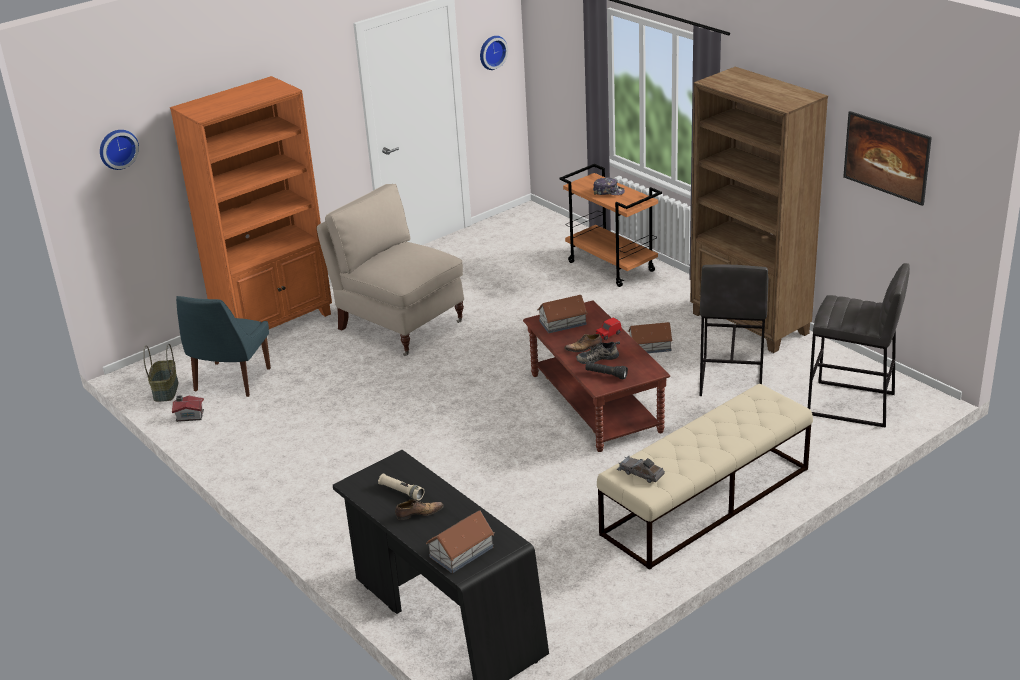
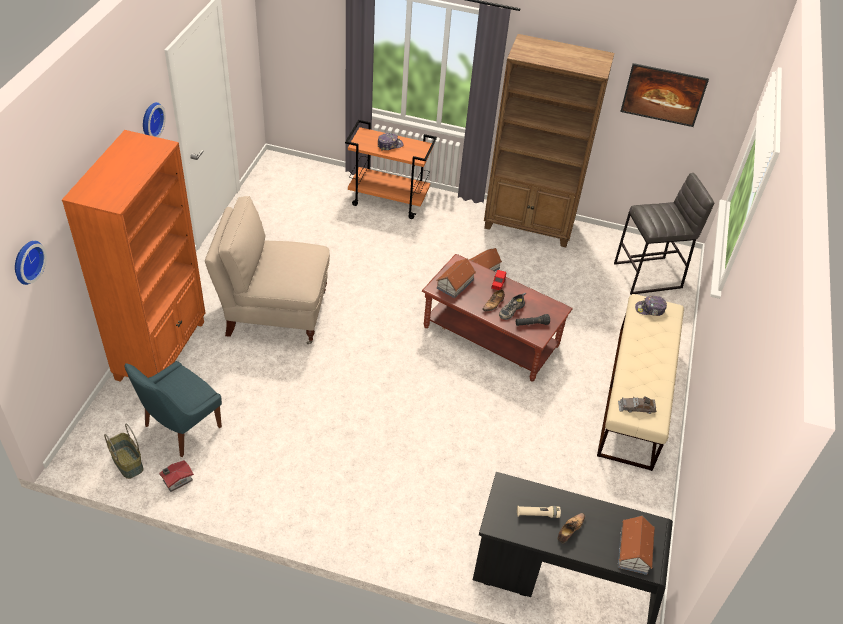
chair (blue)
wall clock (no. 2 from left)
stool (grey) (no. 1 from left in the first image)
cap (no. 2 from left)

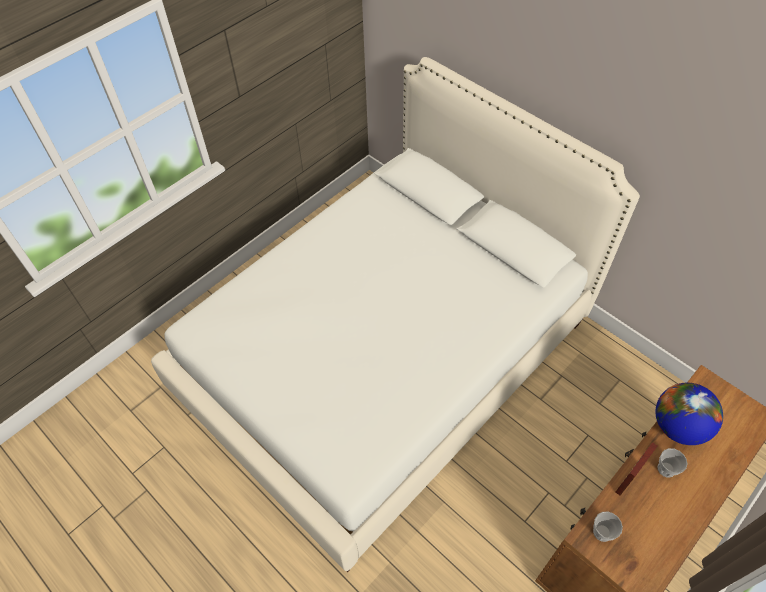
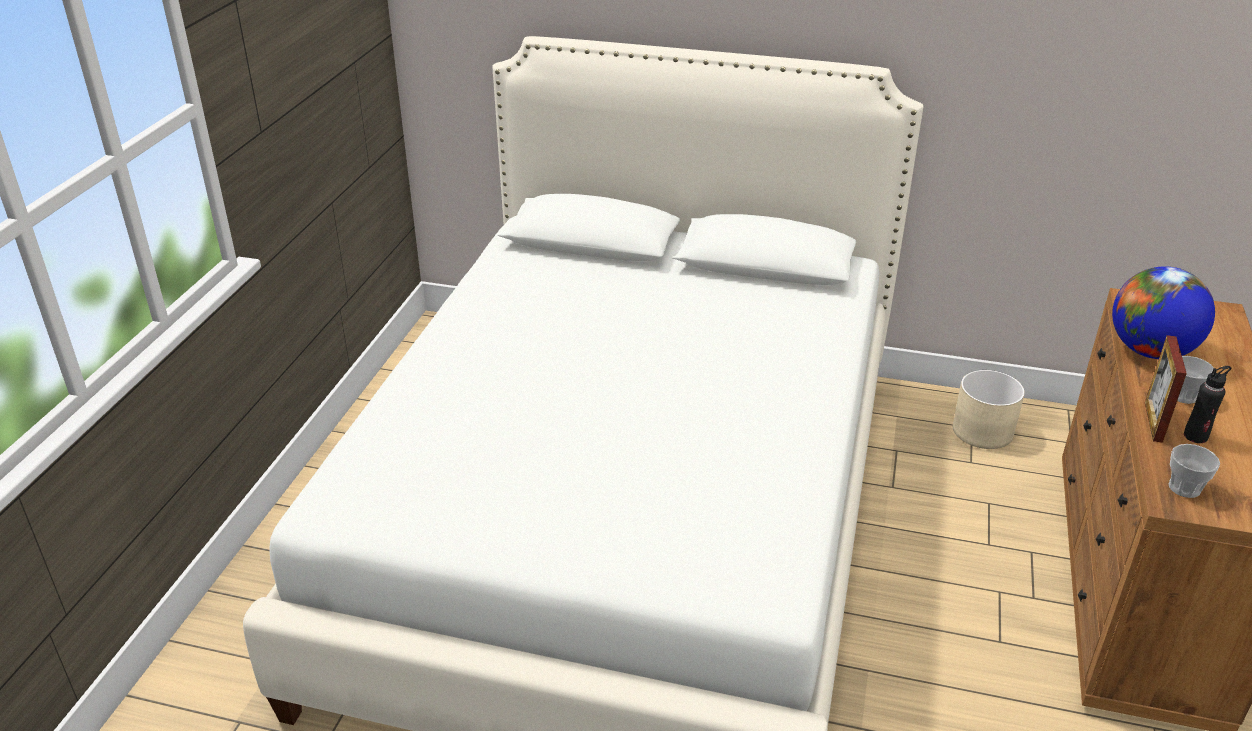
planter (beige)
bottle (black)

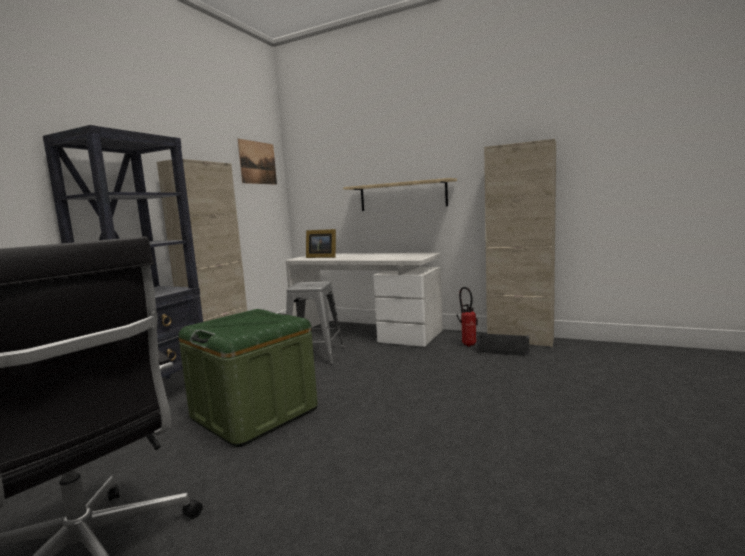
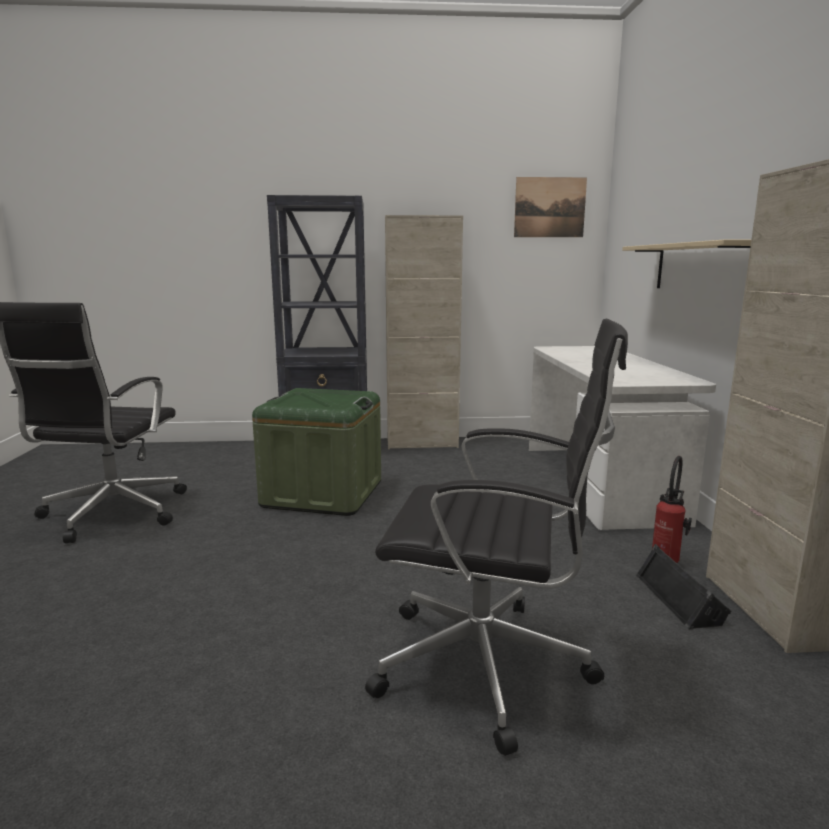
stool (grey)
picture frame
office chair (black) (no. 2 from left)

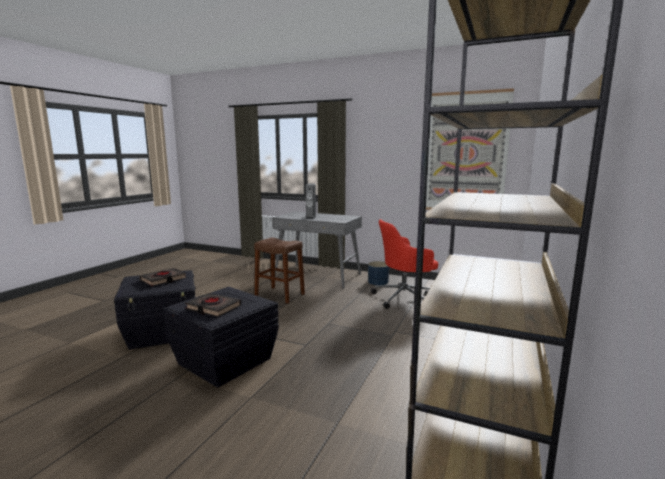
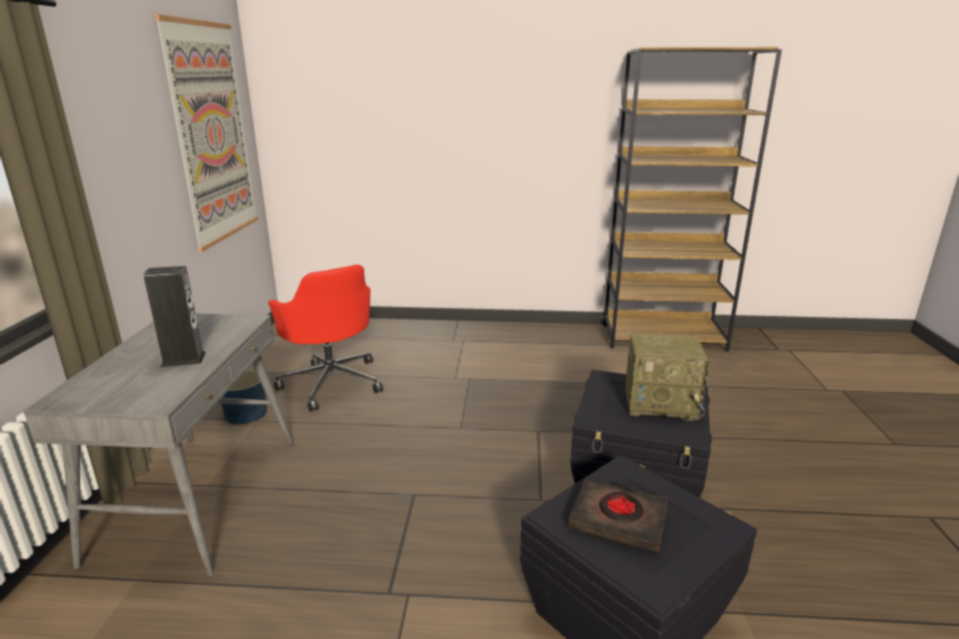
radio
stool (brown)

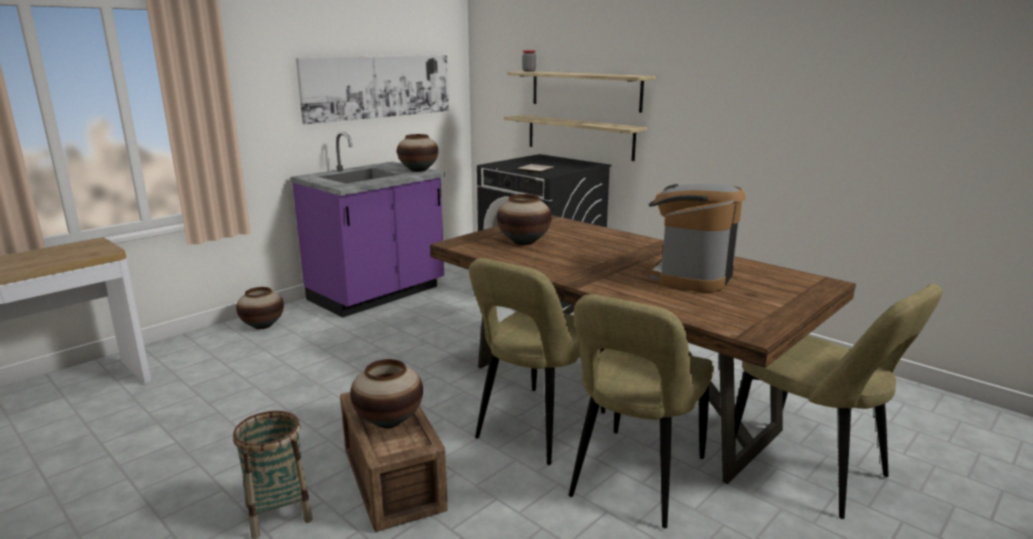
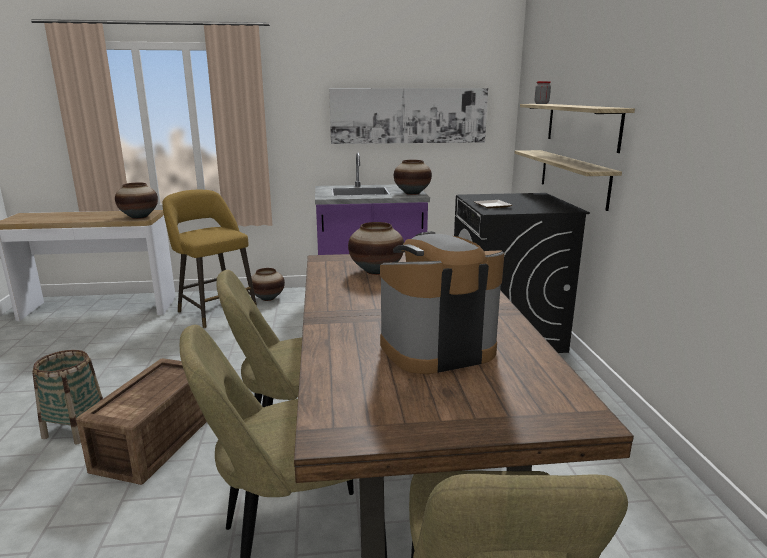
vase (no. 1 from left)
stool (yellow)

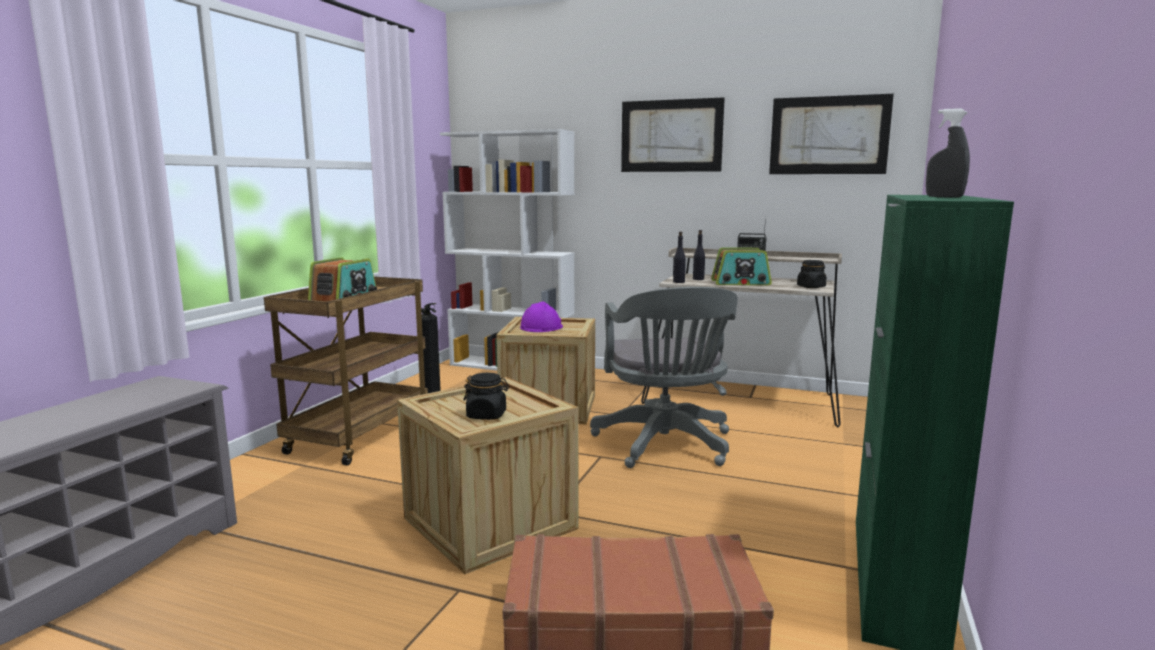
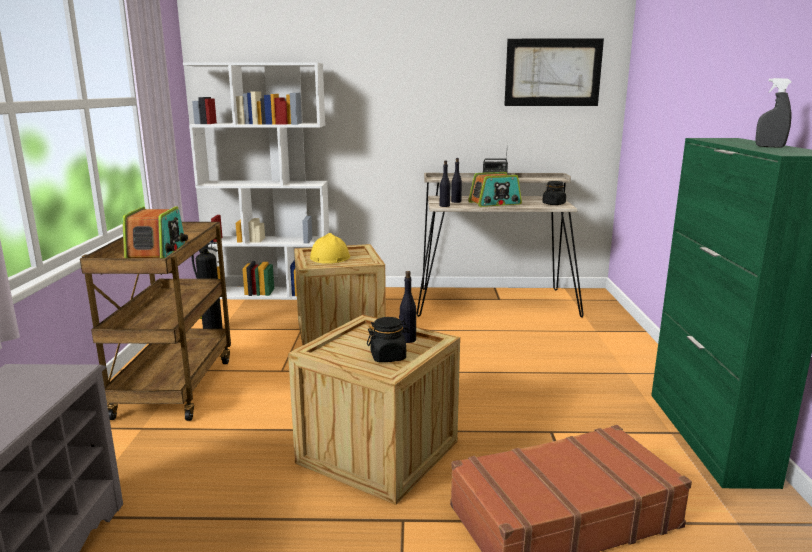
hard hat (yellow)
office chair (grey)
picture (no. 1 from left in the first image)
bottle (black) (no. 1 from left)

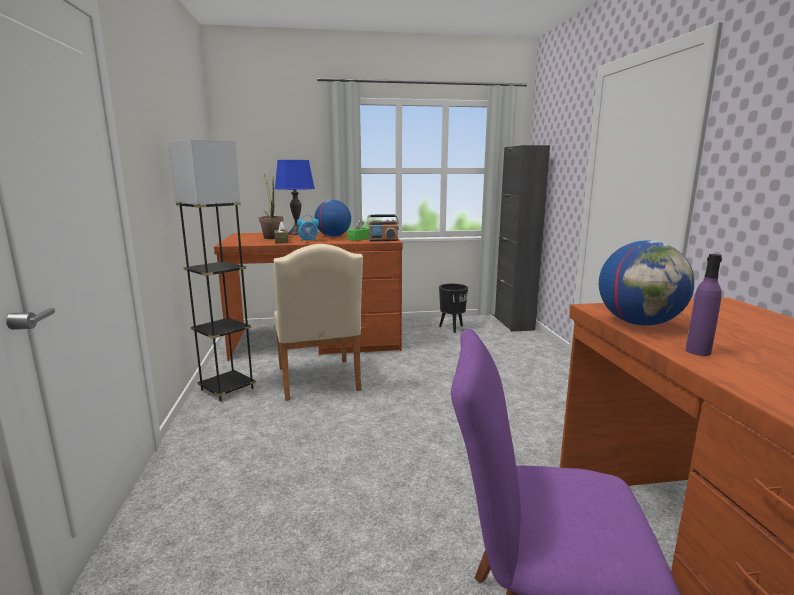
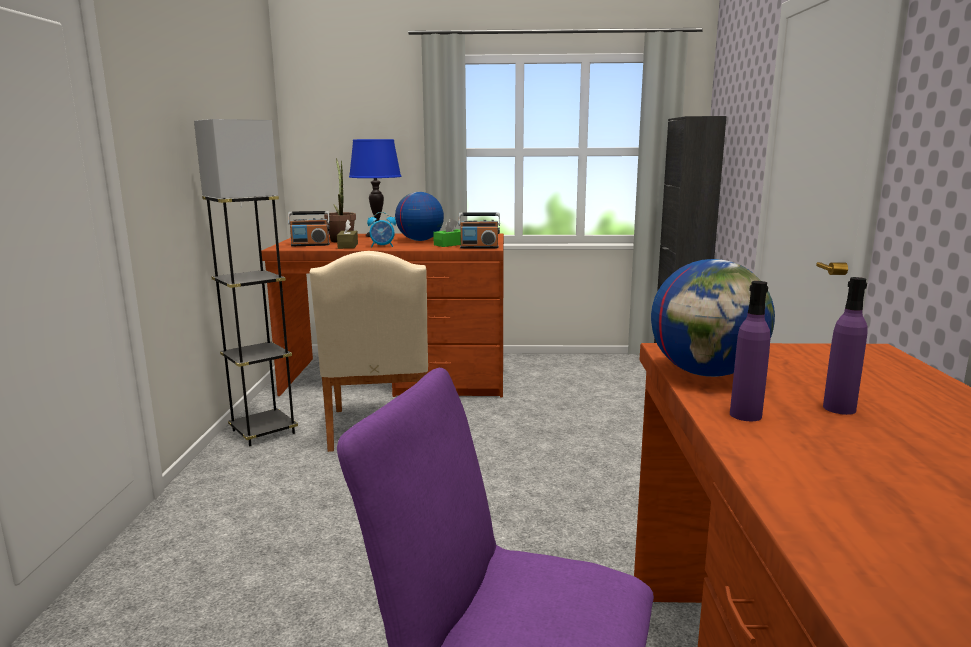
planter (black)
radio (no. 1 from left)
bottle (purple) (no. 2 from left)

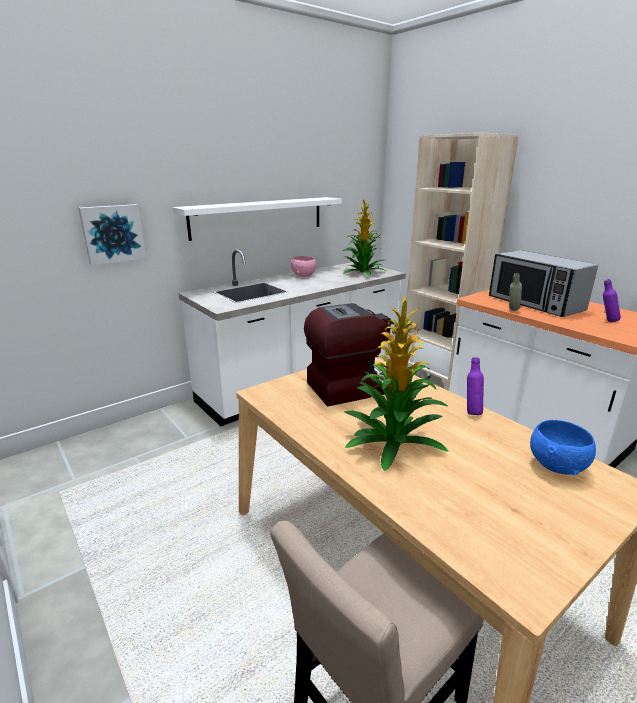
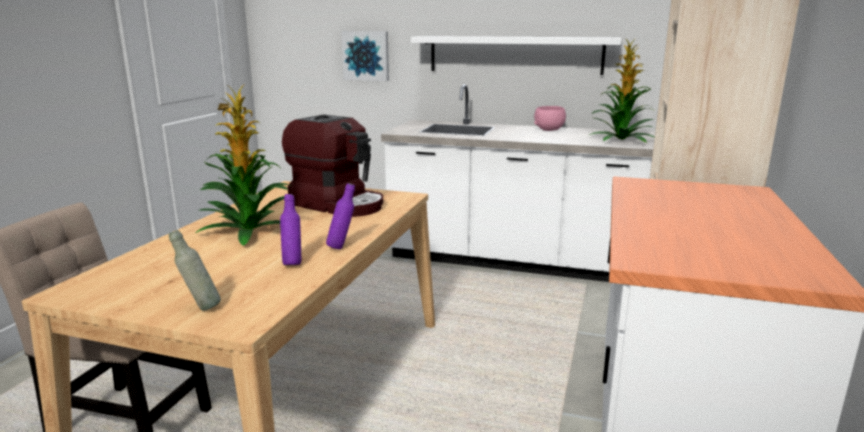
microwave
bottle (grey)
bowl (blue)
bottle (purple) (no. 1 from left)

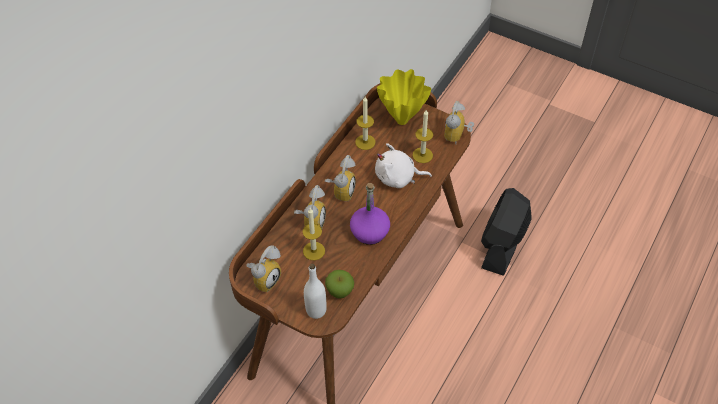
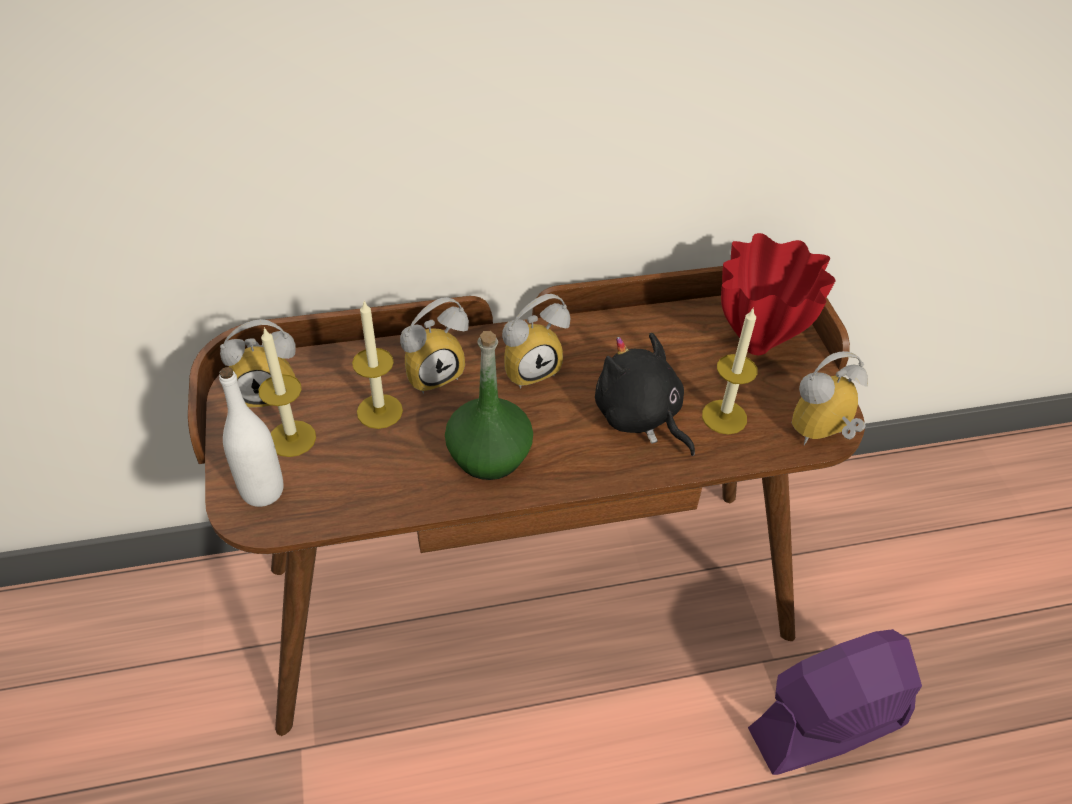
apple
bottle (green)
candle (no. 1 from left)
plush toy (black)
vase (red)
fan (purple)

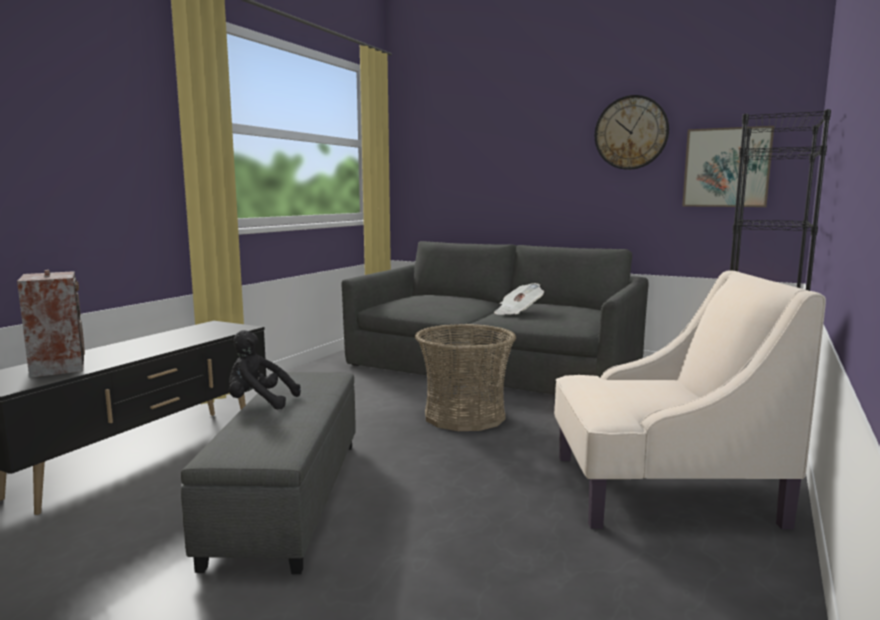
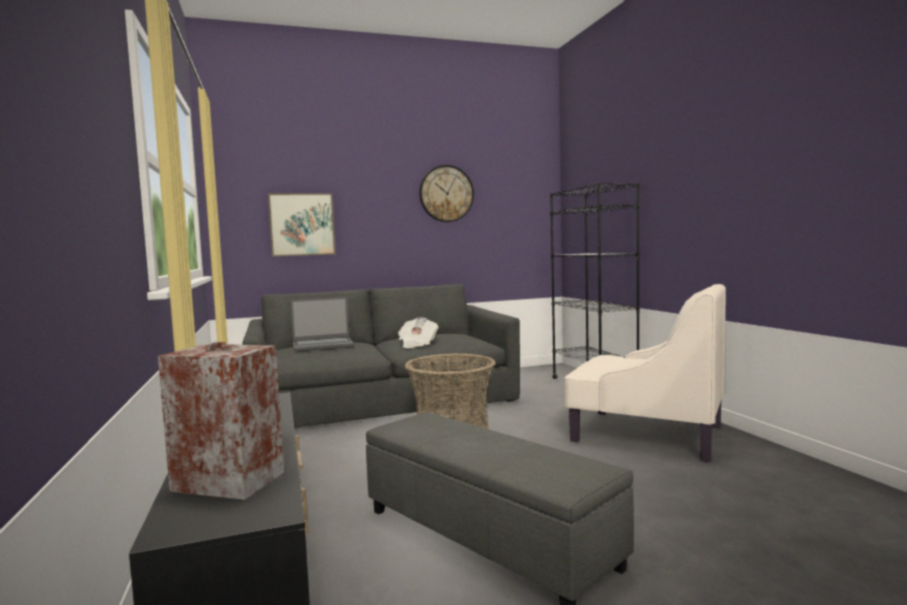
plush toy (black)
armchair (beige)
picture
laptop

